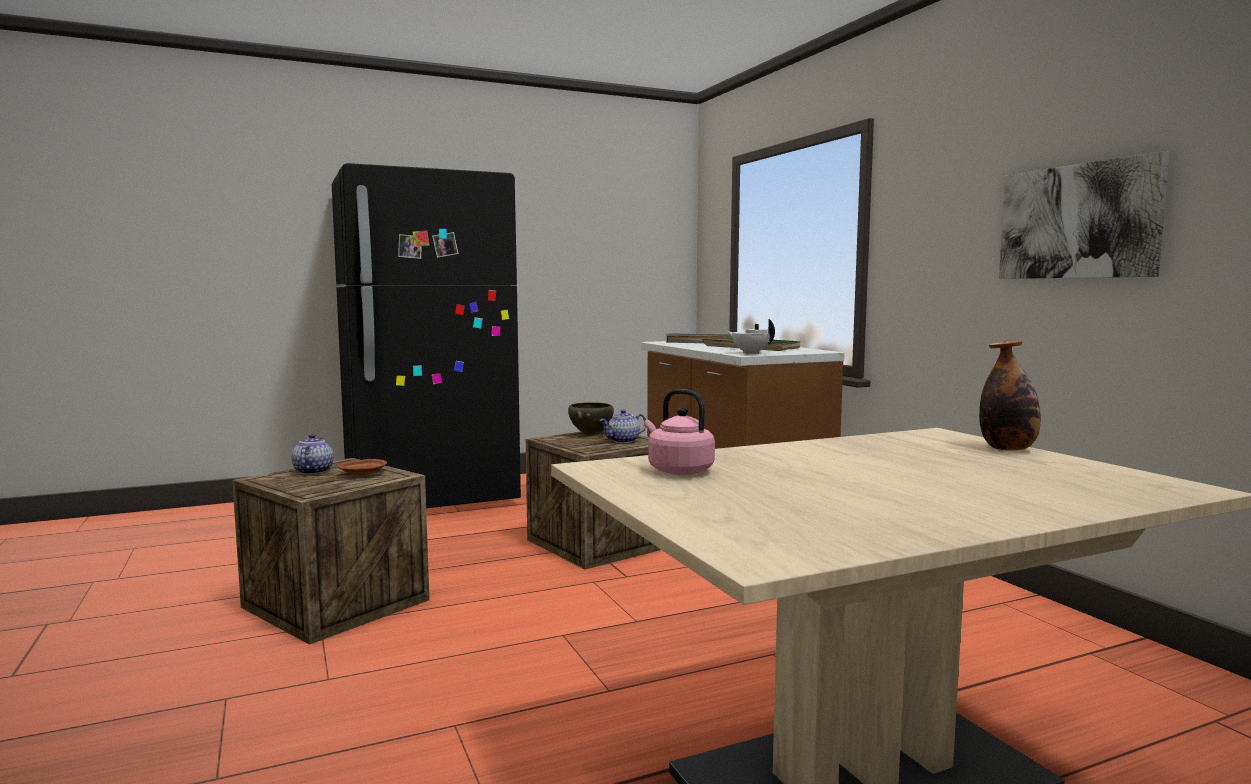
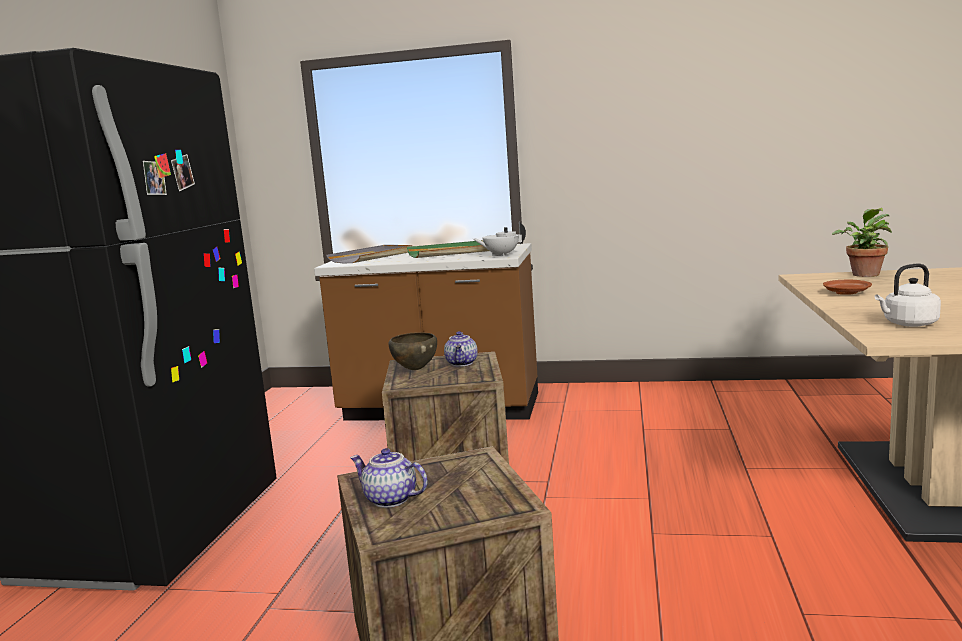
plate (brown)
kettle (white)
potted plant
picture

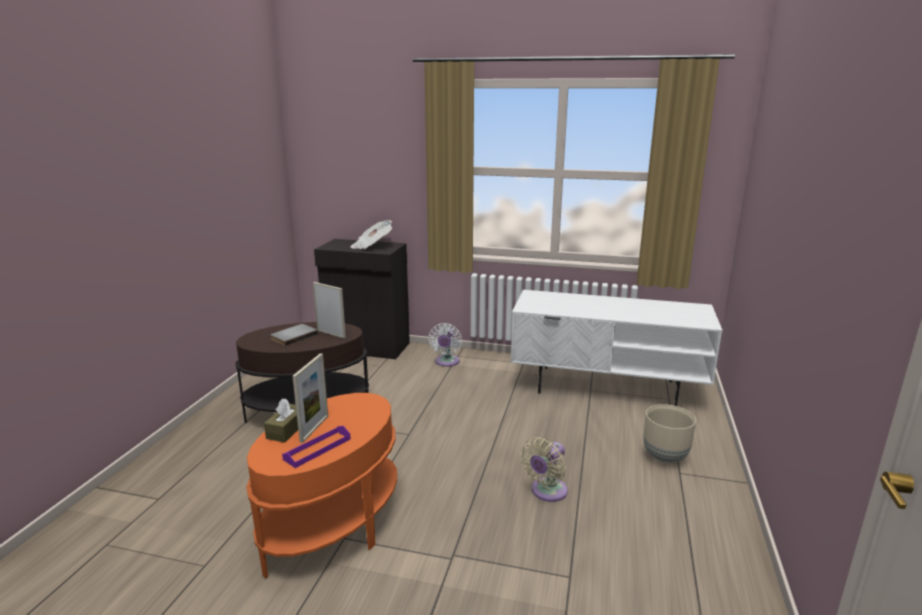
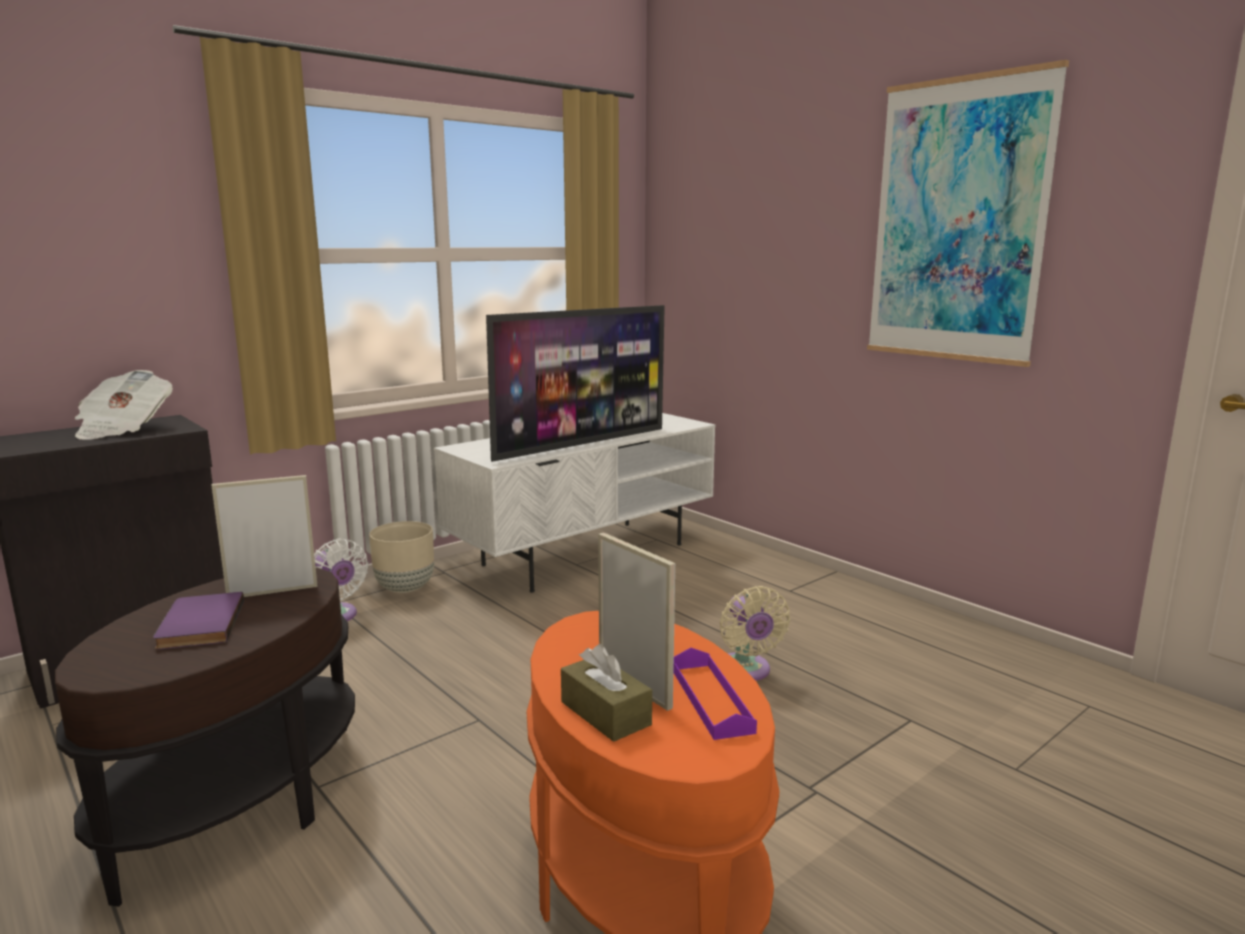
book (purple)
planter (beige)
television
picture

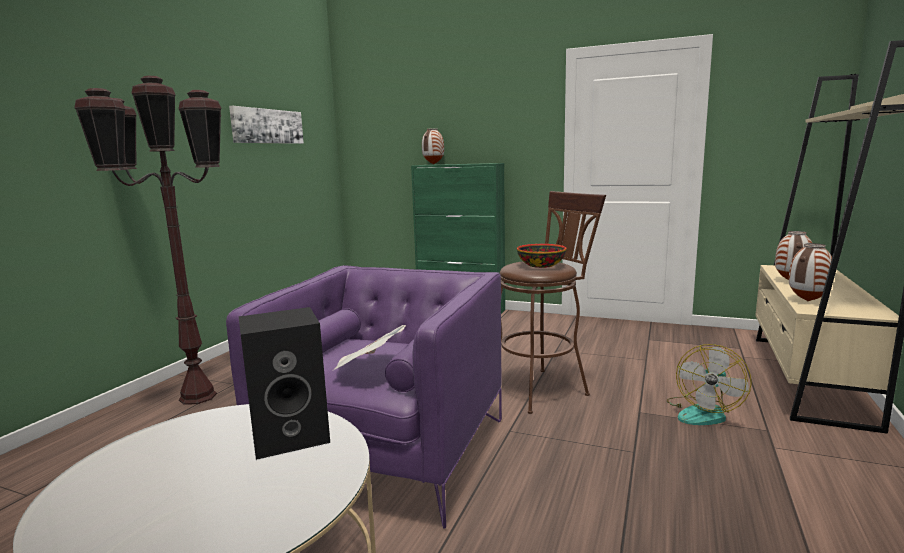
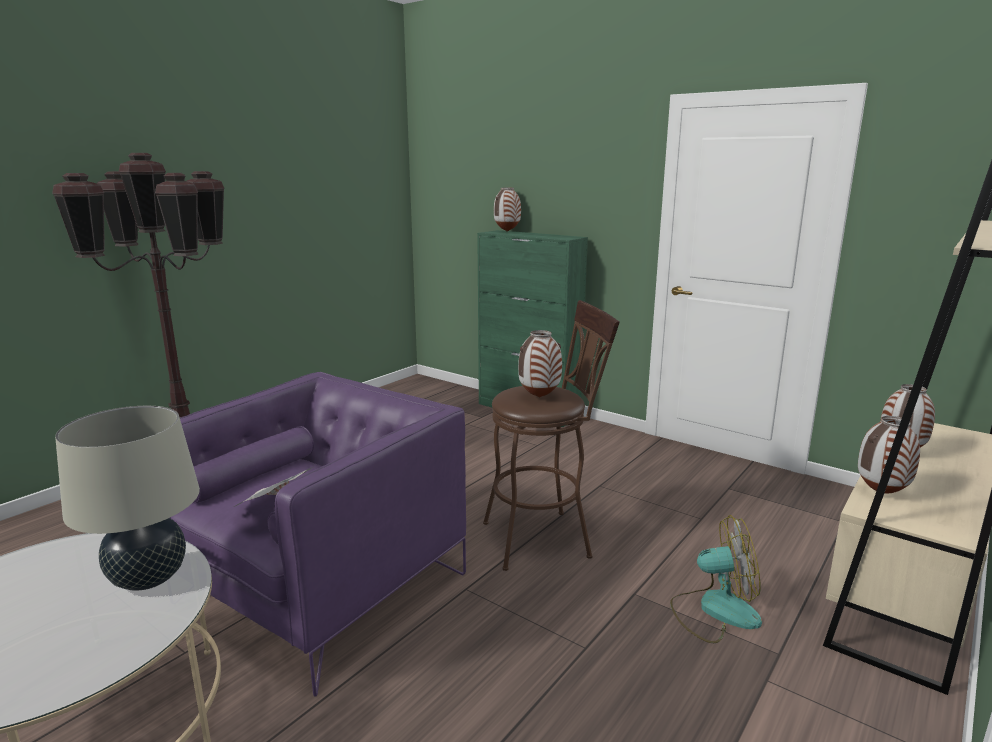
picture
table lamp (beige)
vase (no. 2 from left)
fan

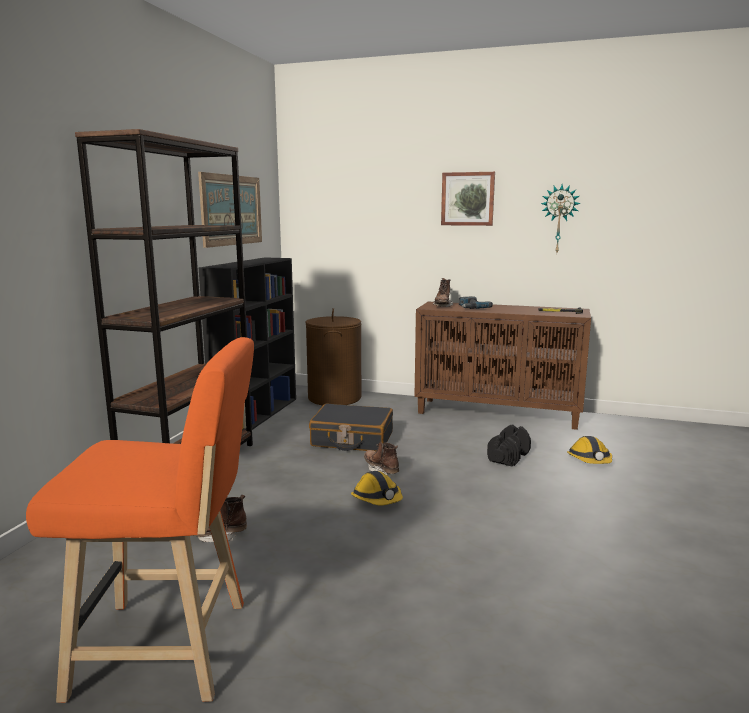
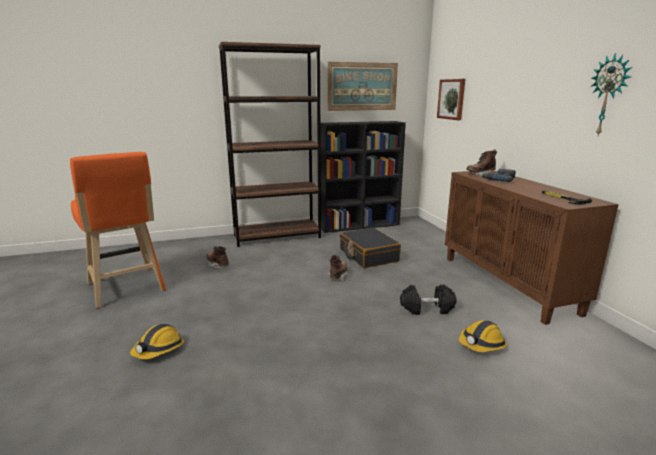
laundry basket (brown)
hard hat (no. 1 from left)
picture (no. 2 from left)

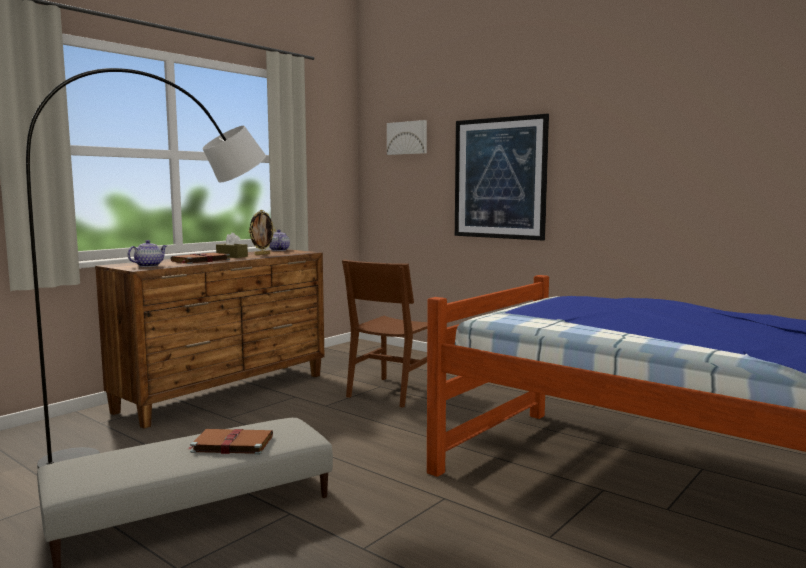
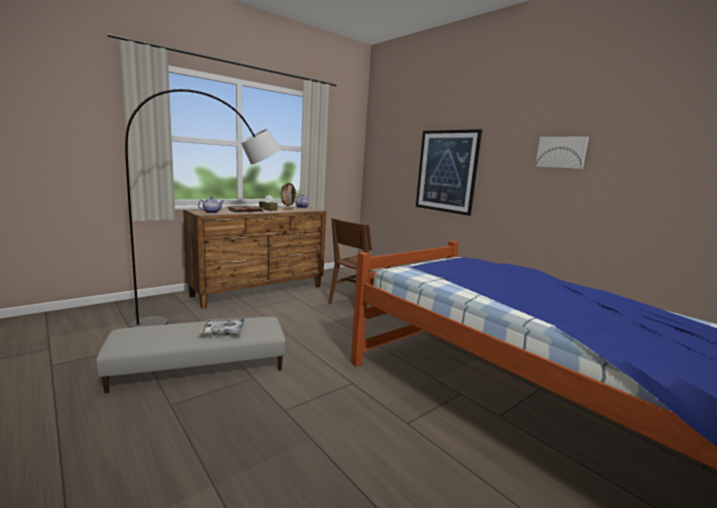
tray
picture (no. 2 from left)

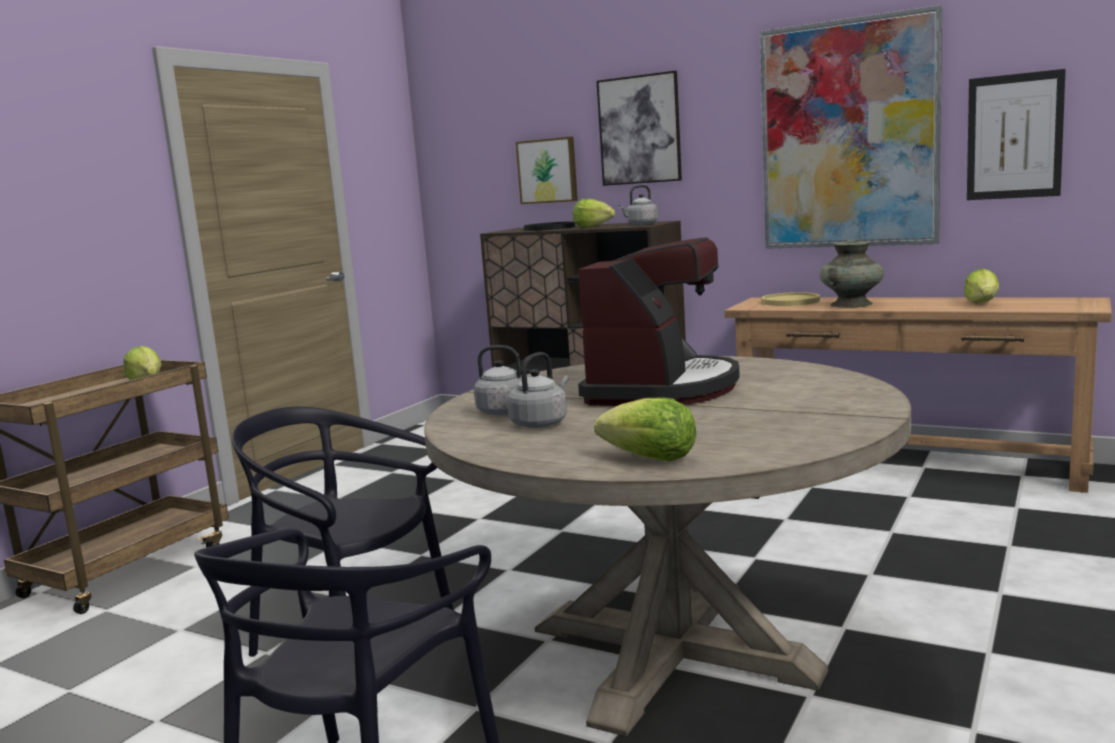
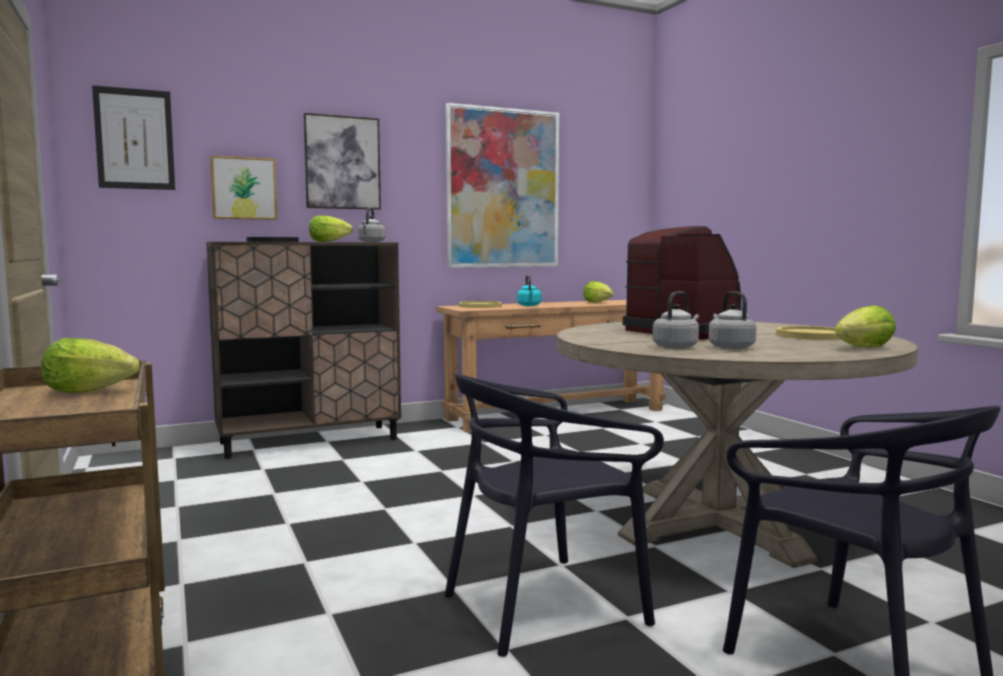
kettle (turquoise)
picture (no. 1 from left)
plate (yellow) (no. 2 from left)

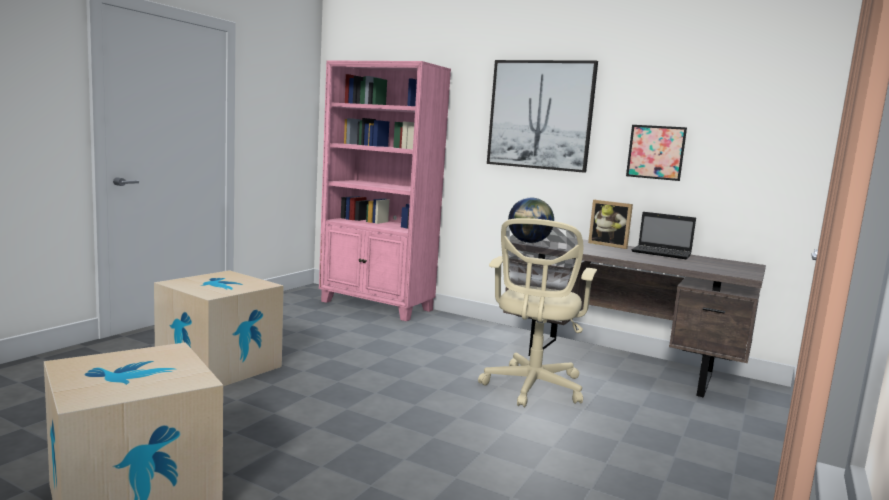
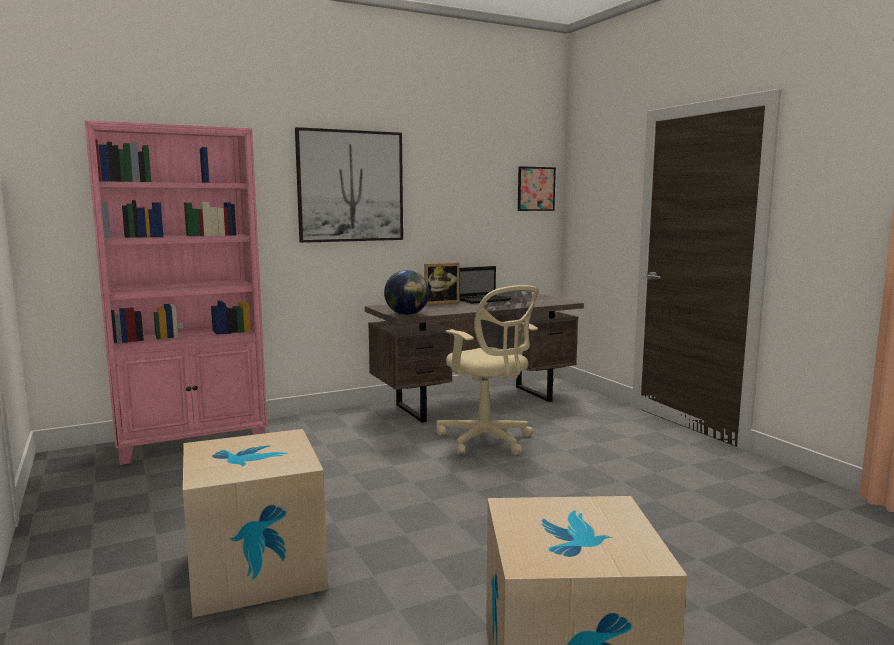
picture (no. 2 from left)

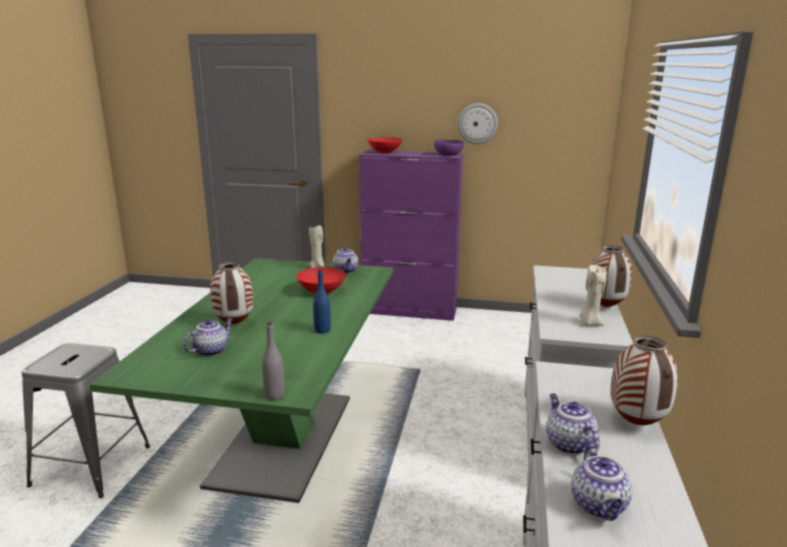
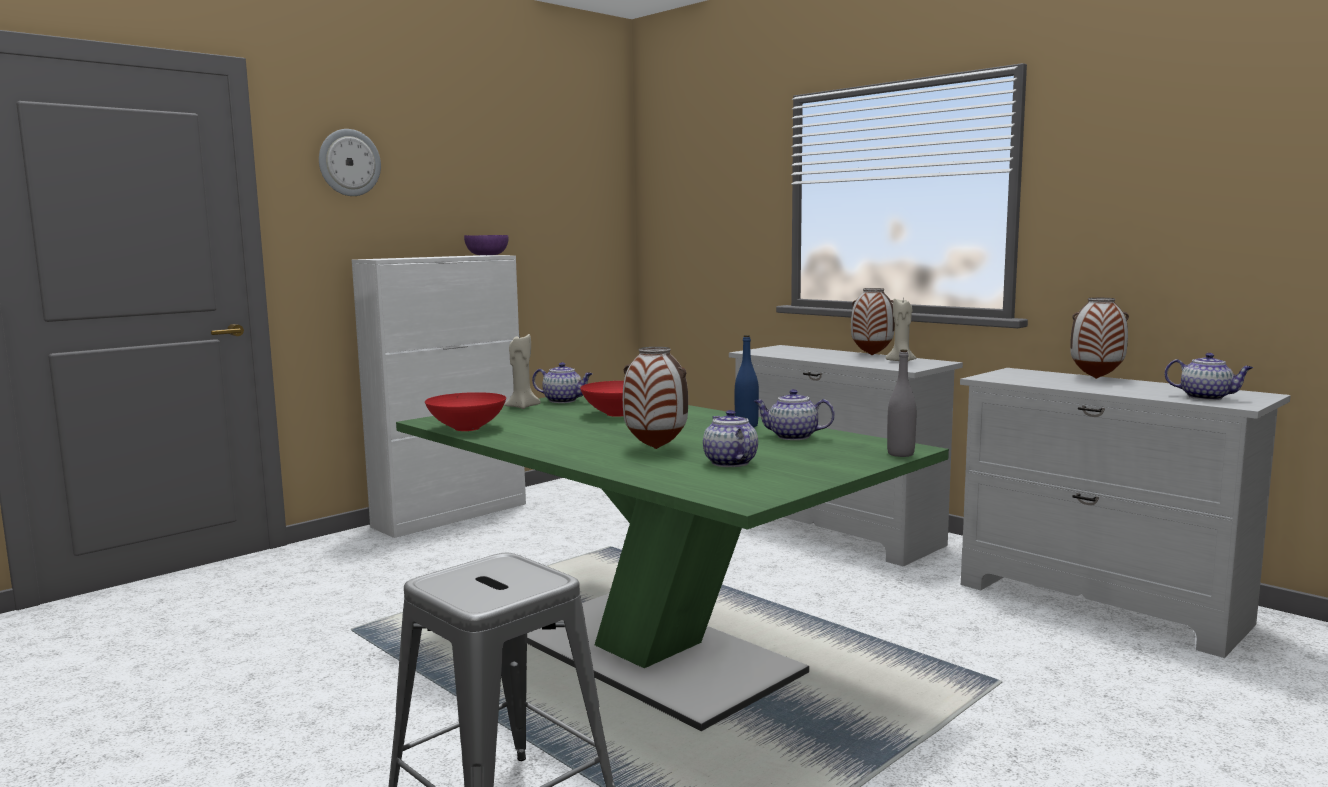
cabinet (white)
bowl (red) (no. 1 from left)
wall clock
teapot (no. 3 from left)

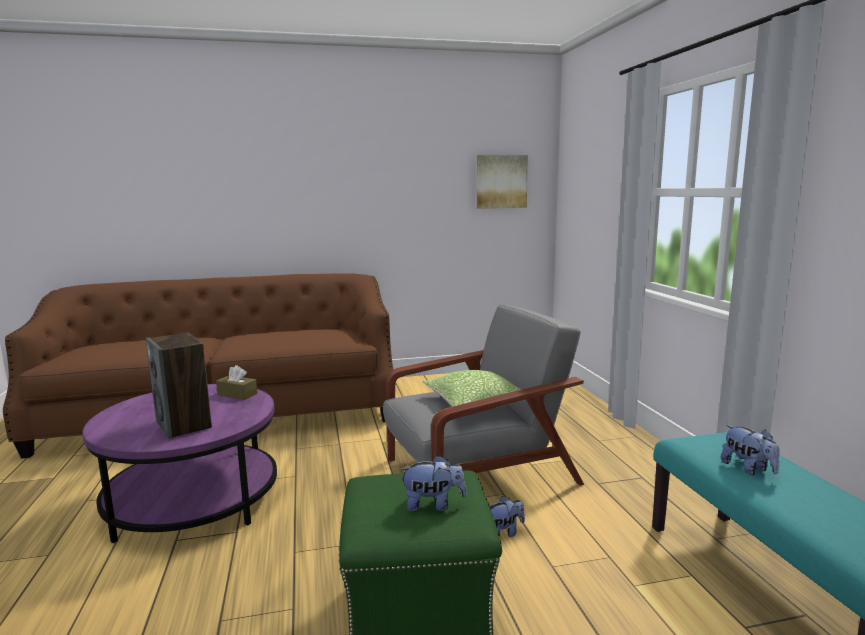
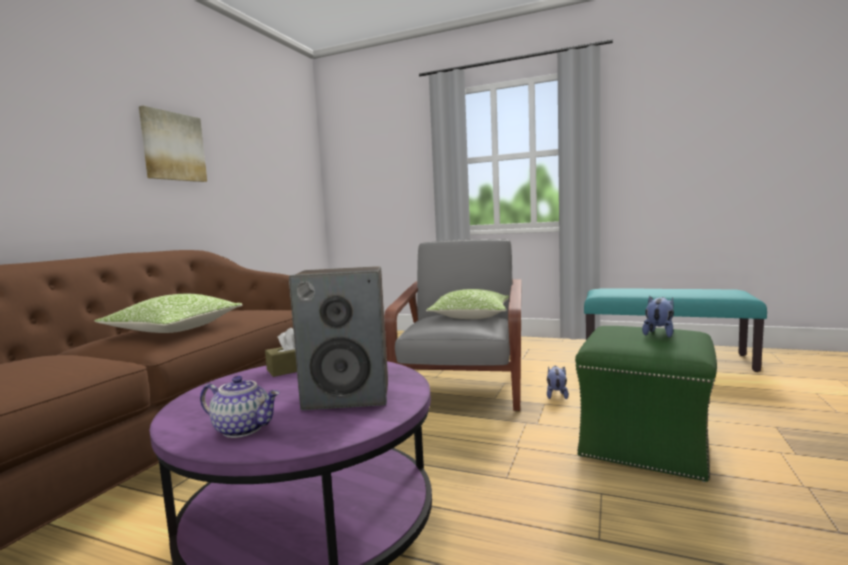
picture
plush toy (no. 3 from left in the first image)
pillow (no. 1 from left)
teapot

